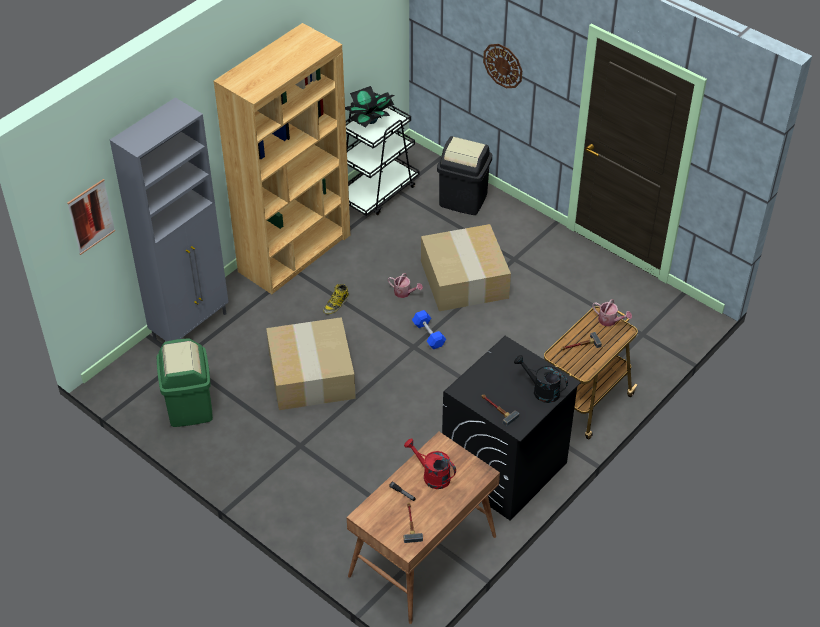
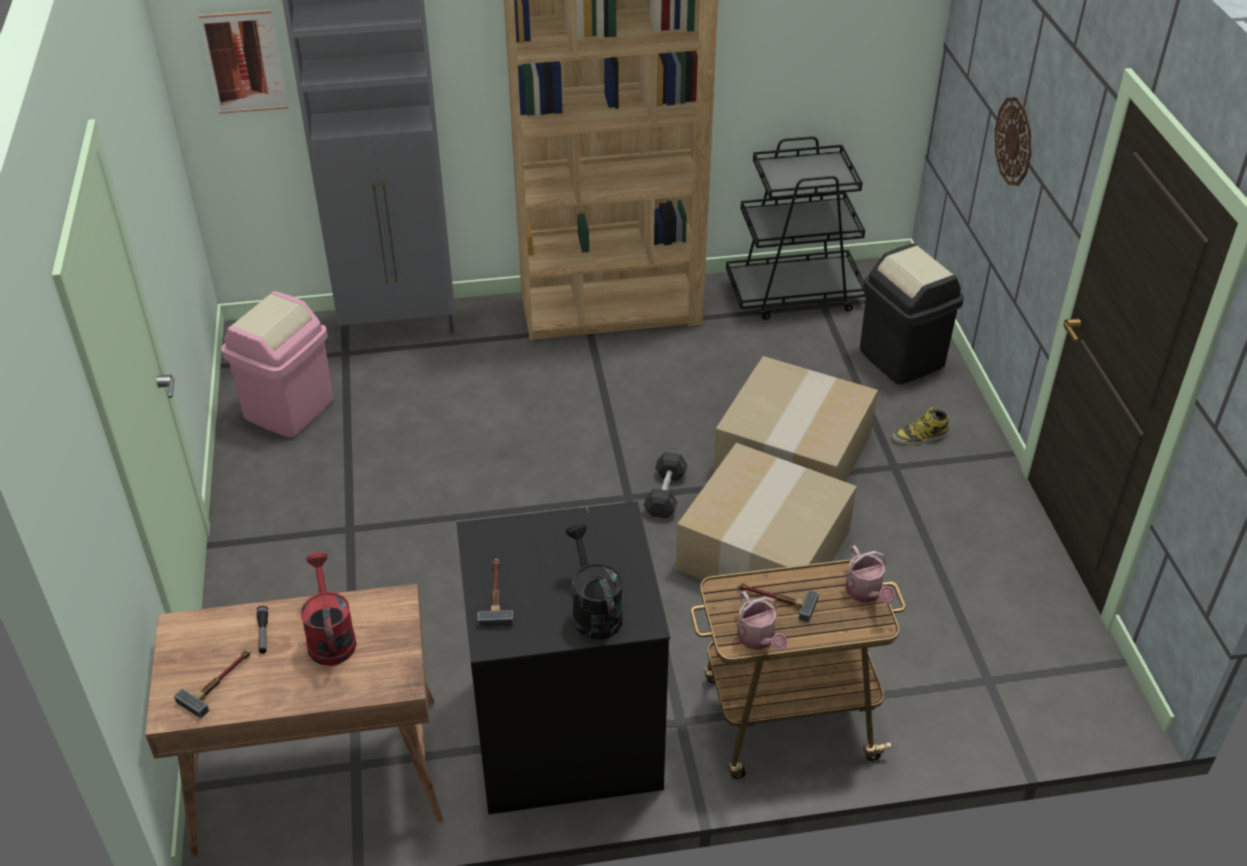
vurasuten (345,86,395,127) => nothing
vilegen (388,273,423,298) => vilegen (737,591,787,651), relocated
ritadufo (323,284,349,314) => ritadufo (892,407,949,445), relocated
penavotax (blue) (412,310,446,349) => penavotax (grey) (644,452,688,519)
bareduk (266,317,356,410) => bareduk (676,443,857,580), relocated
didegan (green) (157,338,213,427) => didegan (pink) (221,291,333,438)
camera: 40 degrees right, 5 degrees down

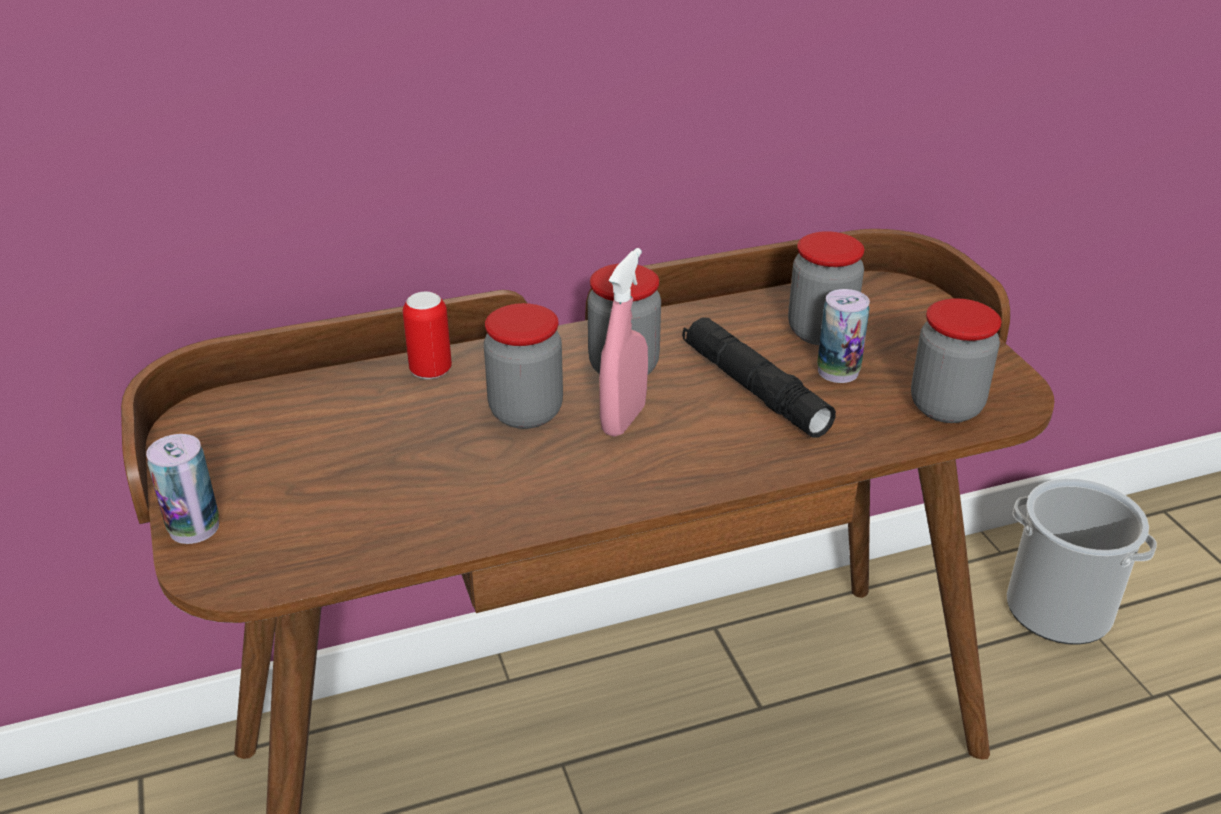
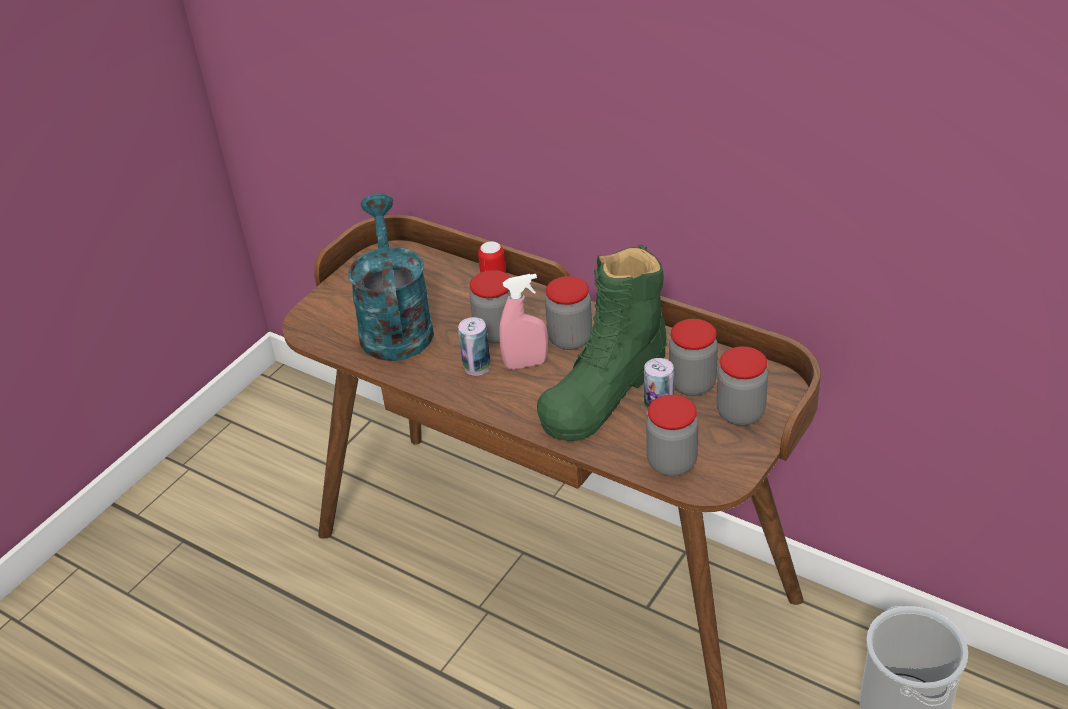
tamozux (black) (682,318,836,438) => ritadufo (green) (537,245,667,441)
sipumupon (146,434,219,544) => sipumupon (458,317,491,376), relocated
nothing => vilegen (turquoise) (348,193,434,361)
nothing => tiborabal (717,346,768,426)
camera: 55 degrees right, 5 degrees up

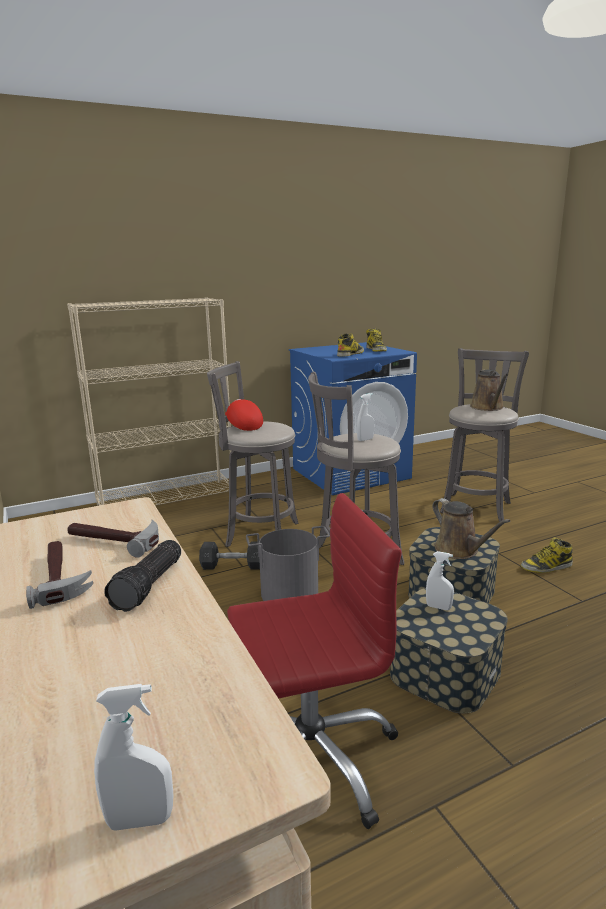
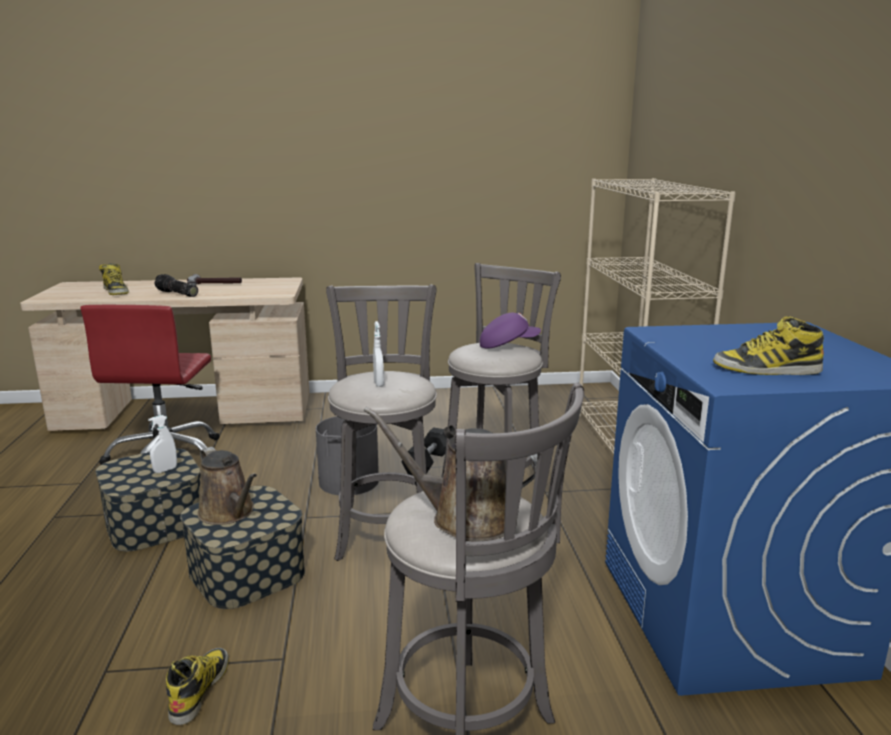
ritadufo (337,333,364,357) => ritadufo (99,263,129,295), relocated
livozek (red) (225,399,263,431) => livozek (purple) (480,313,541,349)
vilegen (brown) (432,498,510,559) => vilegen (brown) (197,447,257,525), 120 degrees counterclockwise
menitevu (67,520,159,558) => nothing
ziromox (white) (94,684,174,831) => nothing
camera: 110 degrees right, 0 degrees up

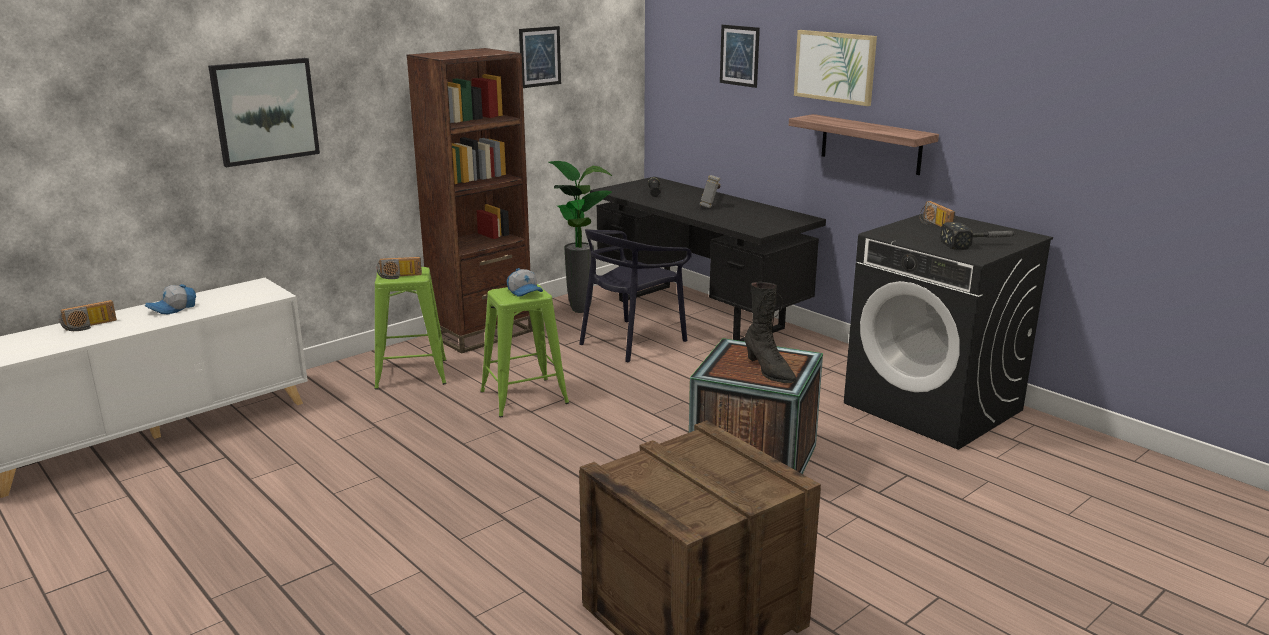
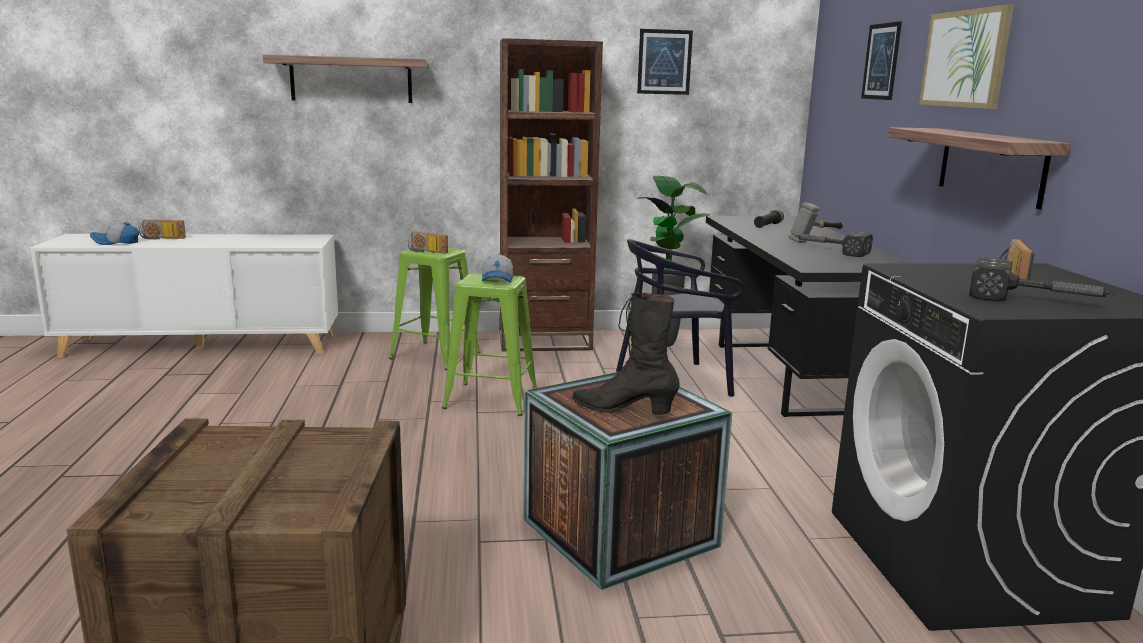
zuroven (208,58,320,167) => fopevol (263,55,427,103)
ritadufo (black) (745,282,796,384) => ritadufo (black) (572,293,680,415), 105 degrees clockwise
livozek (145,284,196,314) => livozek (90,221,139,245), relocated
nothing => menitevu (795,232,873,257)
camera: 35 degrees right, 5 degrees down

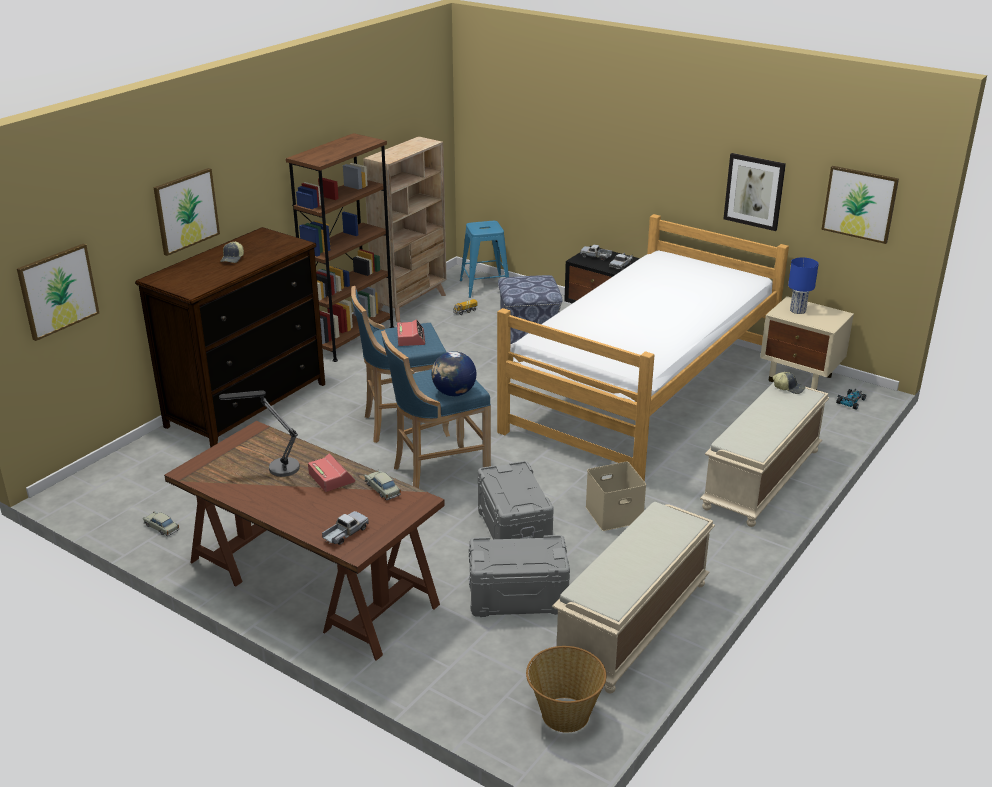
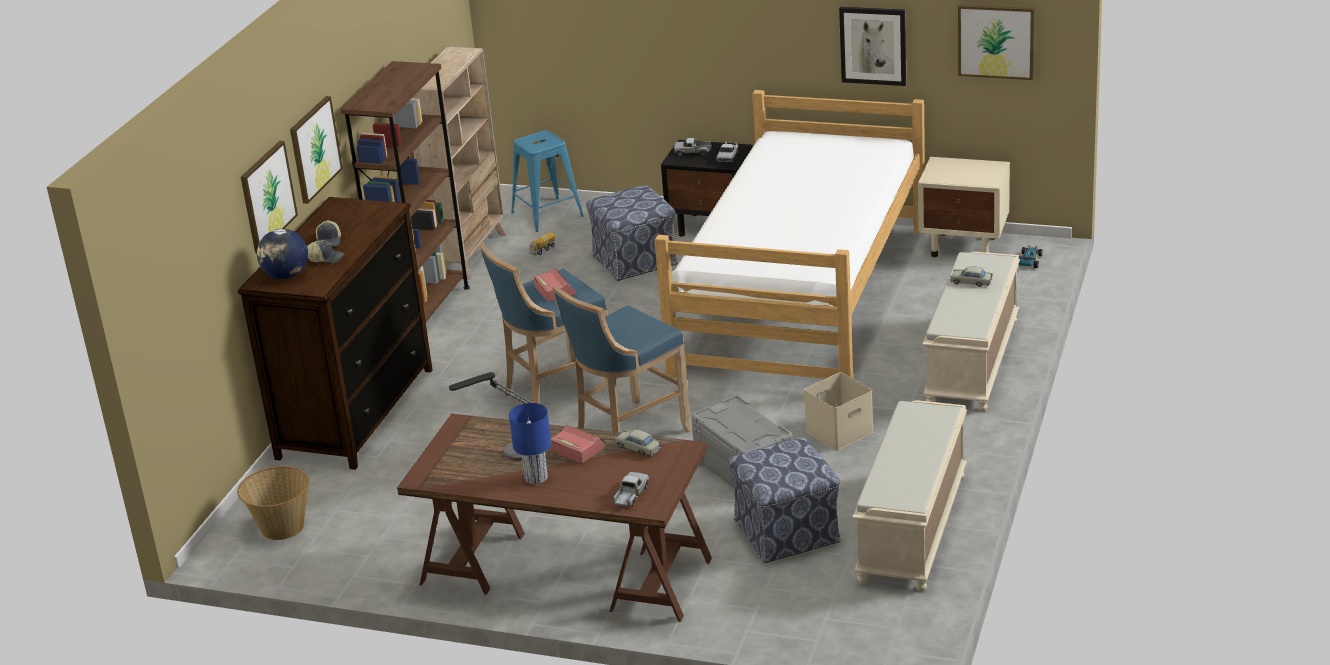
zuroven (17,244,99,341) => zuroven (290,96,343,204), relocated
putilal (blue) (788,257,819,314) => putilal (blue) (509,403,551,484), relocated
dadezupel (431,351,476,396) => dadezupel (257,229,308,279), relocated
livozek (773,372,805,394) => livozek (307,240,344,264), relocated
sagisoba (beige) (143,511,179,536) => sagisoba (beige) (950,266,993,287), relocated
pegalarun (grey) (469,535,570,617) => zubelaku (728,438,841,563)
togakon (526,646,606,733) => togakon (237,466,310,540), relocated
camera: 15 degrees left, 0 degrees up

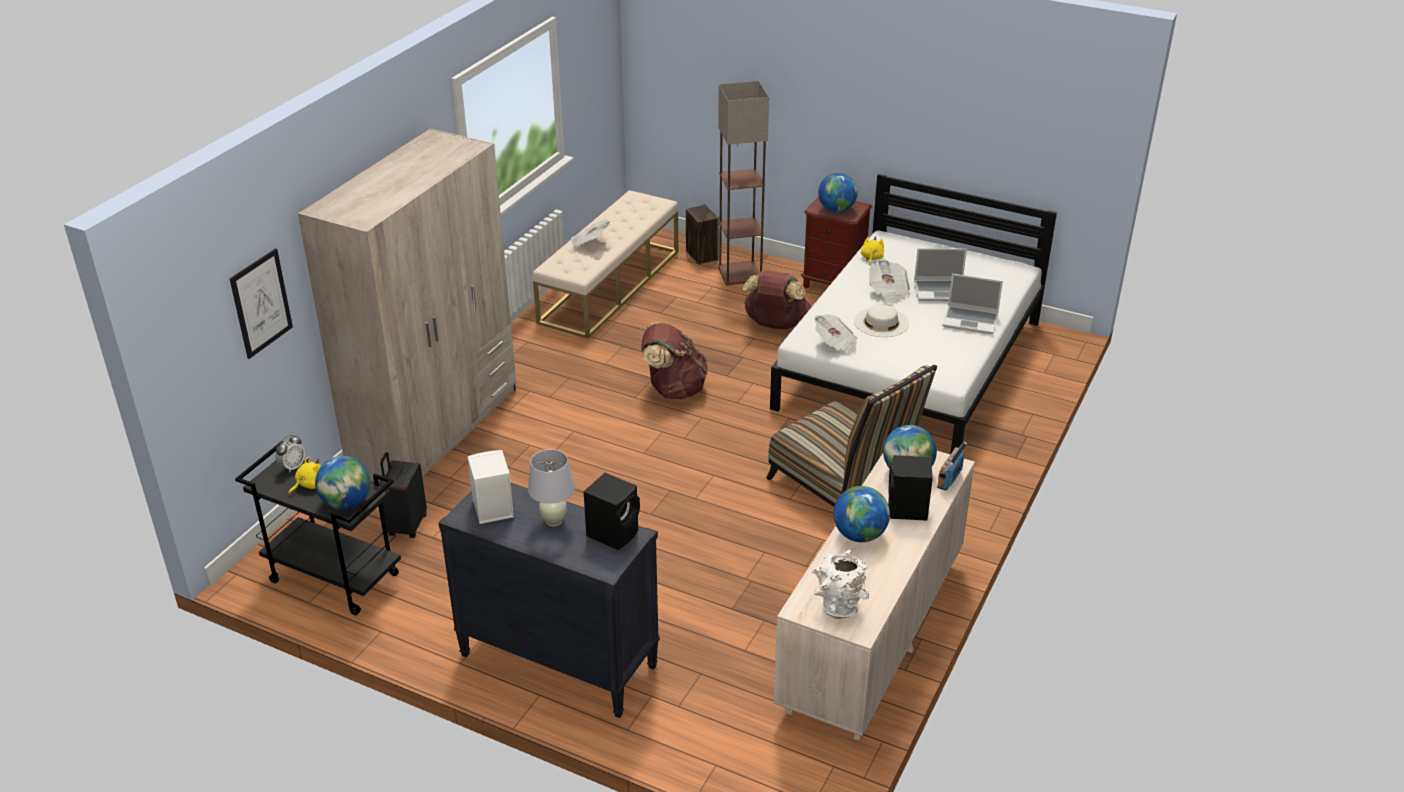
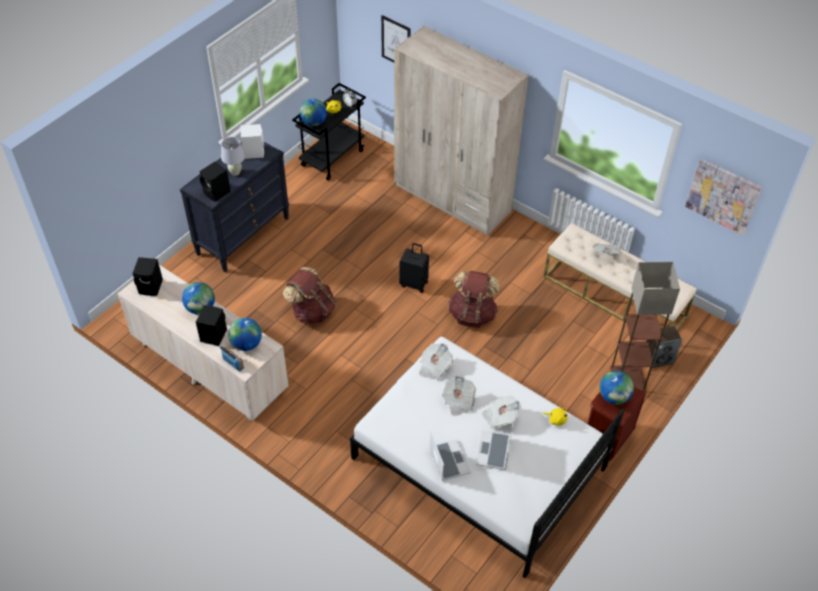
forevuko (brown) (743,270,811,330) => forevuko (brown) (283,267,336,325), relocated
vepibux (942,274,1003,334) => vepibux (429,431,471,481), 135 degrees clockwise
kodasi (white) (854,304,909,337) => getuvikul (442,375,476,416)
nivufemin (766,365,938,507) => nothing
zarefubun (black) (379,452,427,538) => zarefubun (black) (399,243,429,293), relocated
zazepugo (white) (812,549,869,619) => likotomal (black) (133,257,163,296)
nothing => zuroven (685,158,762,235)
camera: 100 degrees right, 15 degrees up

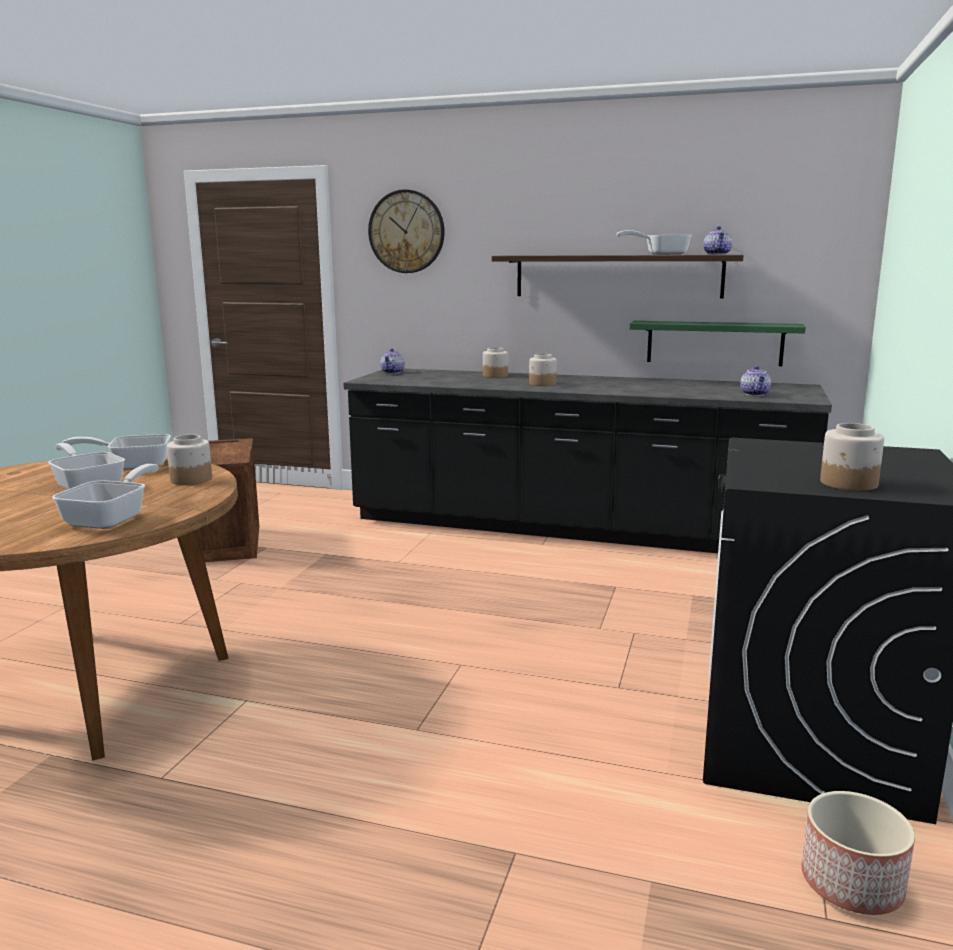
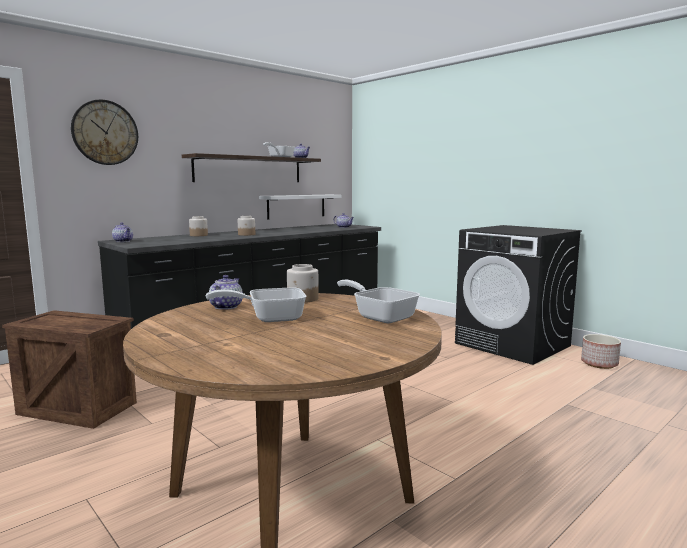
fopevol (green) (629,321,806,366) => fopevol (white) (259,195,342,219)
tiborabal (820,423,884,491) => nothing
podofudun (62,434,171,470) => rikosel (209,275,243,310)
camera: 60 degrees left, 5 degrees down

